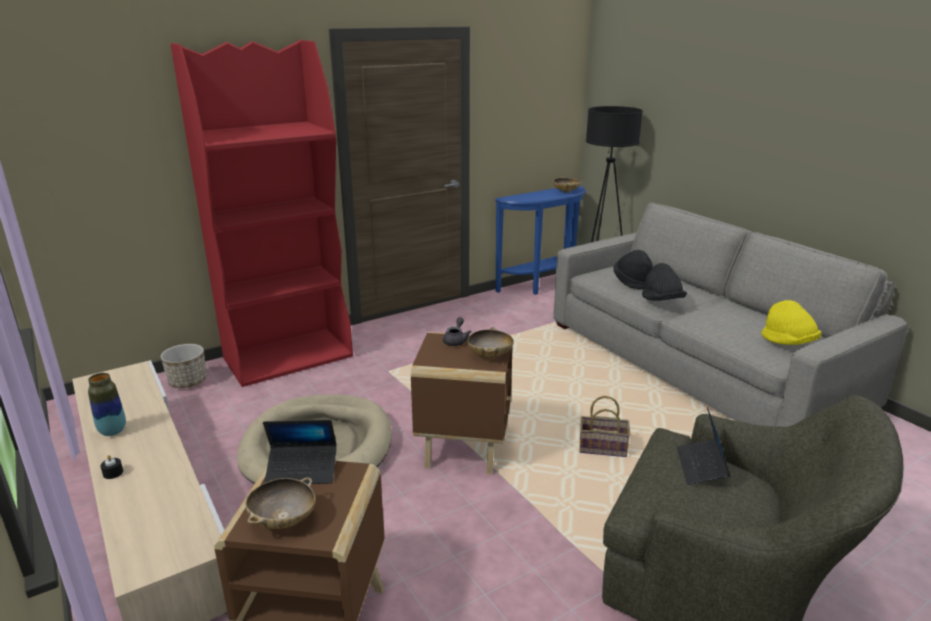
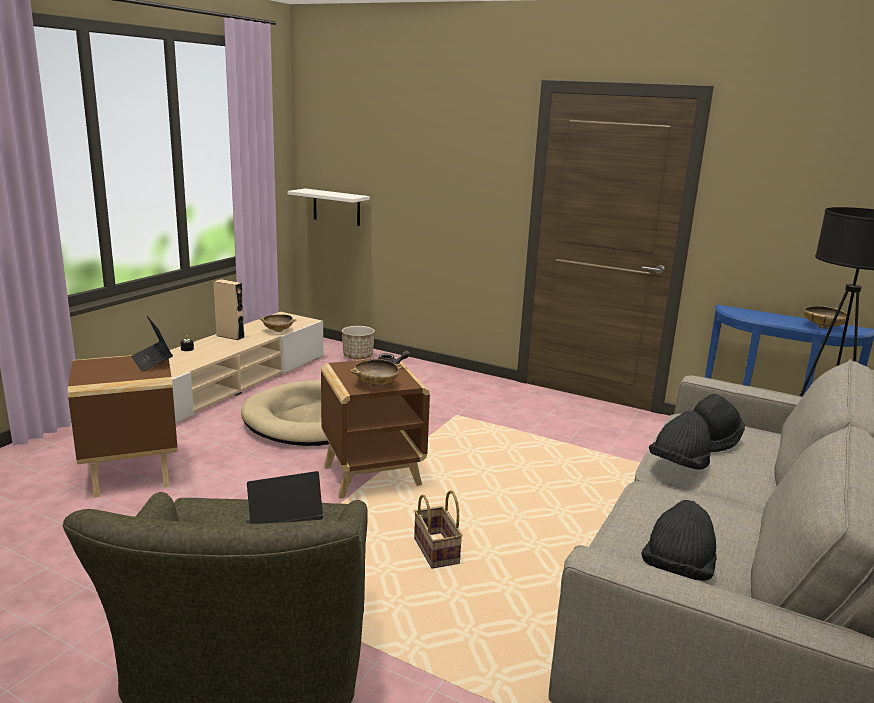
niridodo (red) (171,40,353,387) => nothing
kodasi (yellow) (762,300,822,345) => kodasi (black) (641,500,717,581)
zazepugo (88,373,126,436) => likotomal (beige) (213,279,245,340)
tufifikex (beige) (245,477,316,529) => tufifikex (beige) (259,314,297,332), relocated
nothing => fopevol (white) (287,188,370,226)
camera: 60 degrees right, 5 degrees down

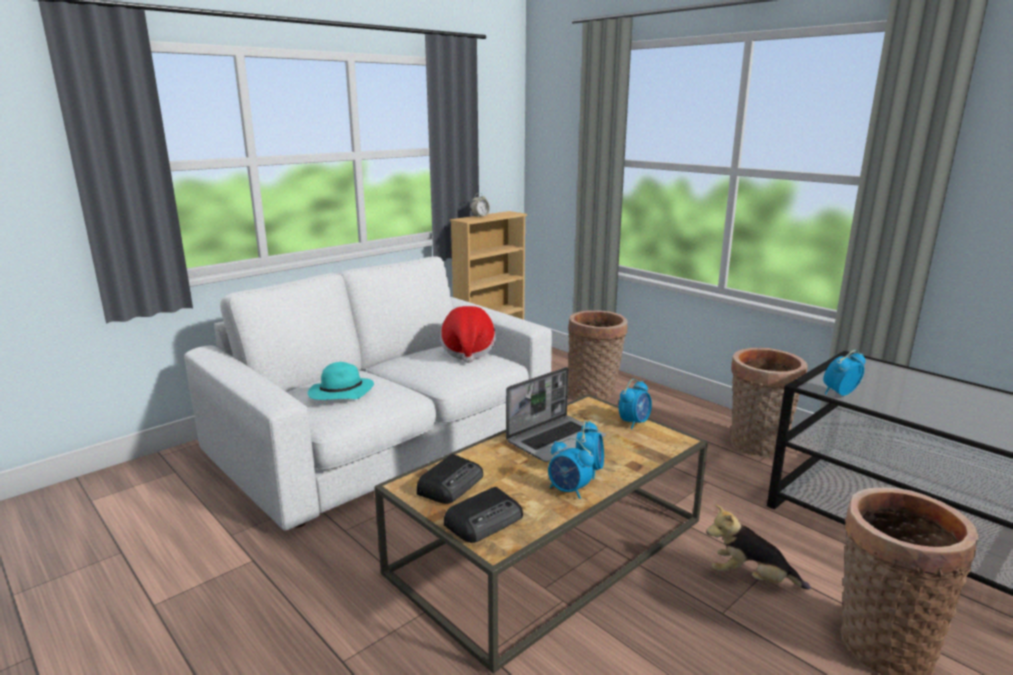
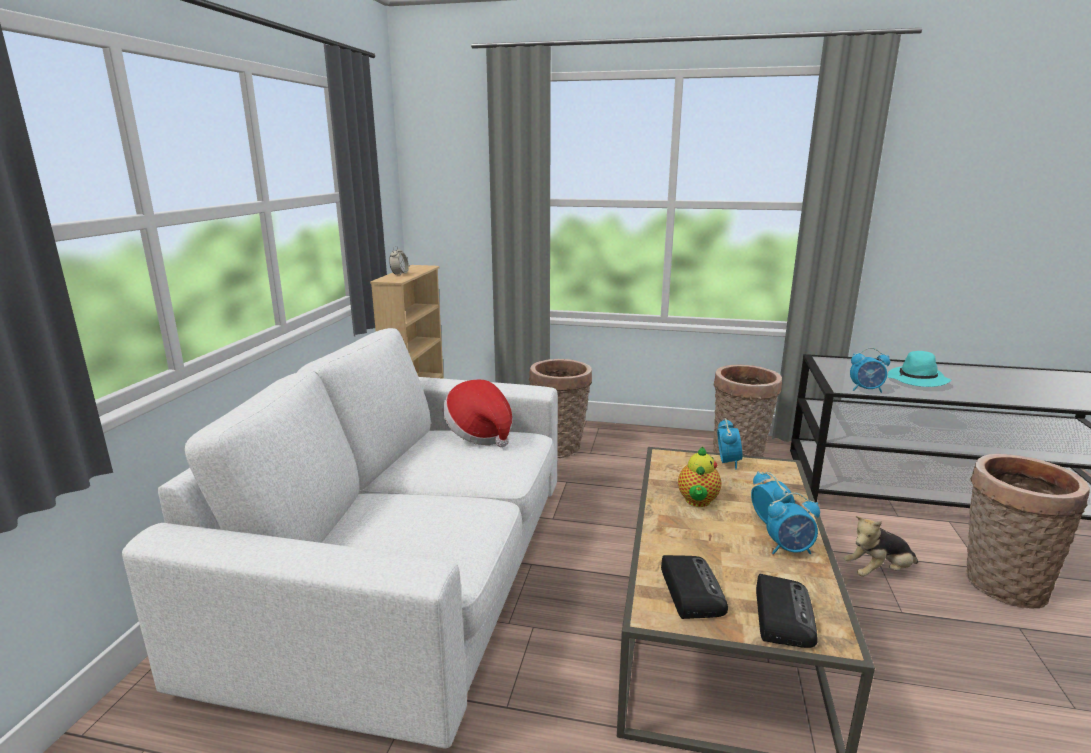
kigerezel (823,350,865,396) => kigerezel (850,348,890,393), 105 degrees counterclockwise
kodasi (turquoise) (308,362,374,400) => kodasi (turquoise) (888,351,952,387), relocated
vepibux (506,367,606,462) => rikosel (678,446,721,507)
camera: 35 degrees left, 0 degrees up

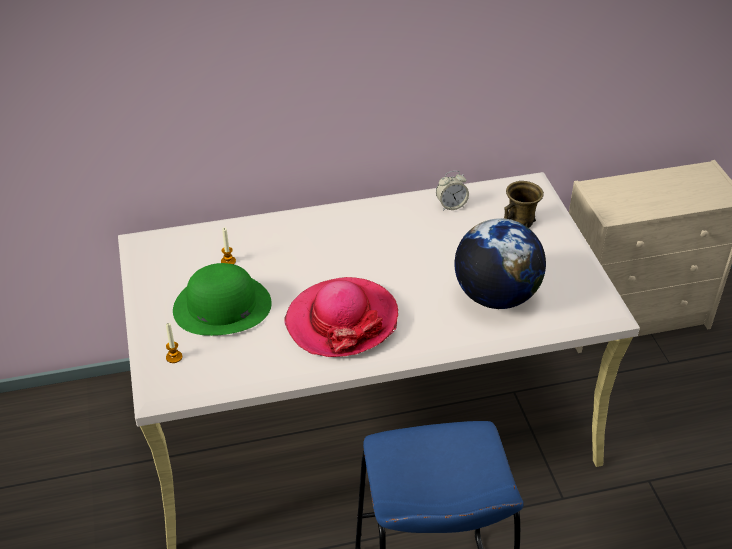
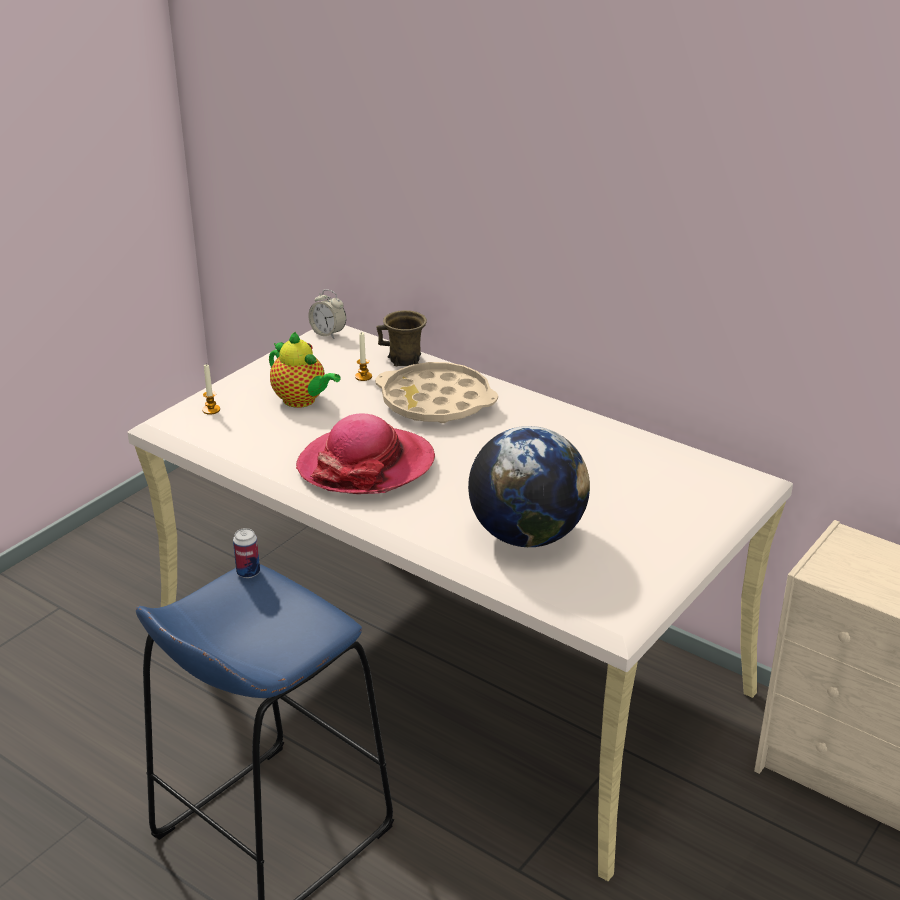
kigerezel (436,171,469,211) => kigerezel (308,289,346,339), relocated
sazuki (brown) (504,181,544,228) => sazuki (brown) (376,310,427,366), relocated
kodasi (green) (173,263,272,336) => rikosel (269,332,341,408)
nothing => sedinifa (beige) (375,362,498,423)
nothing => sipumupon (233,528,260,578)
camera: 50 degrees right, 10 degrees down

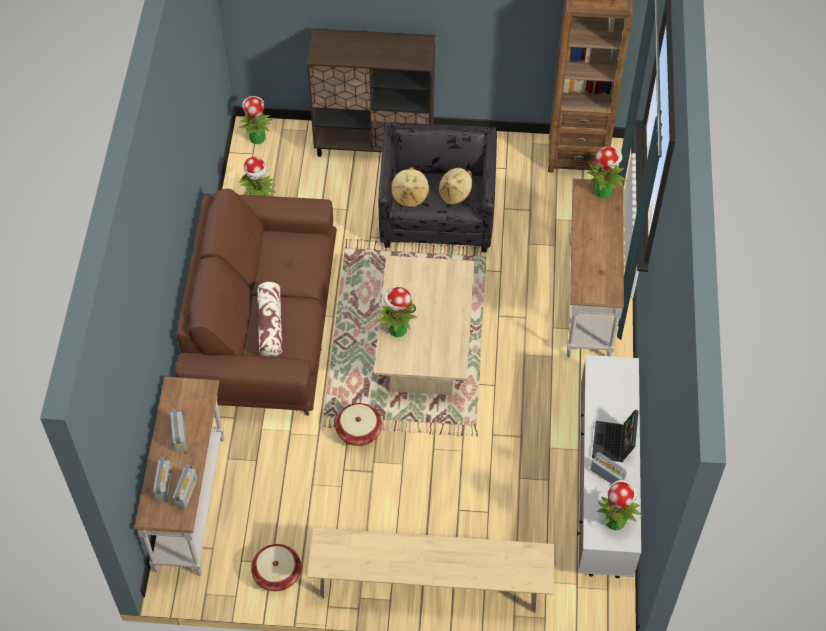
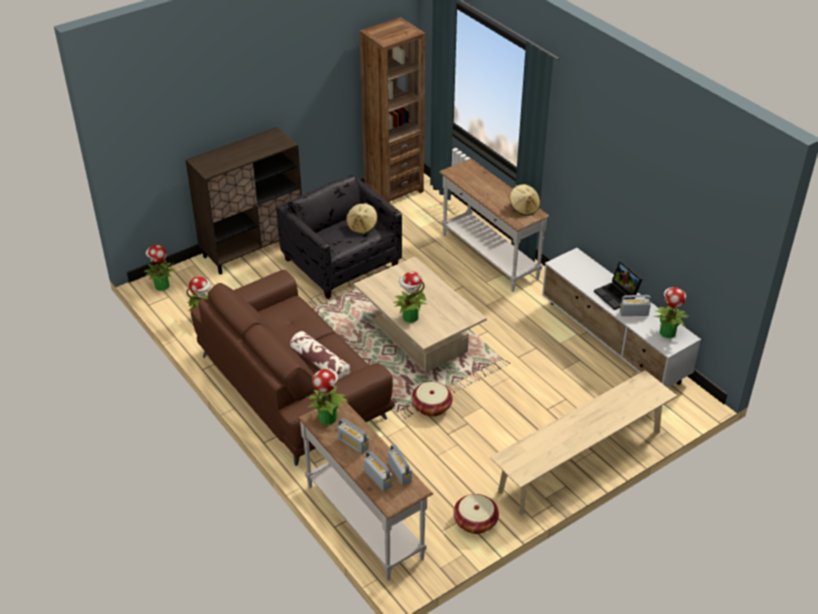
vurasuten (586,146,626,198) => vurasuten (306,369,349,425), relocated
kodasi (beige) (392,167,429,208) => kodasi (beige) (510,184,540,216), relocated
camera: 40 degrees left, 15 degrees down

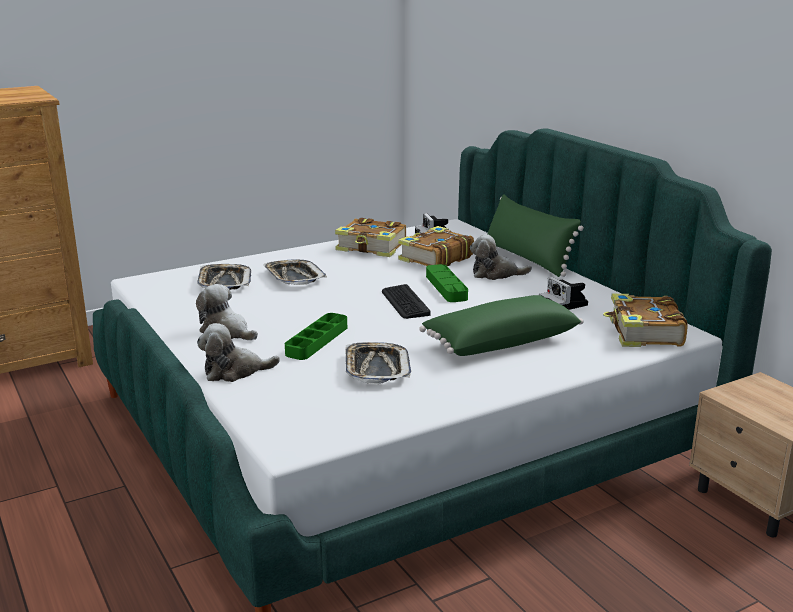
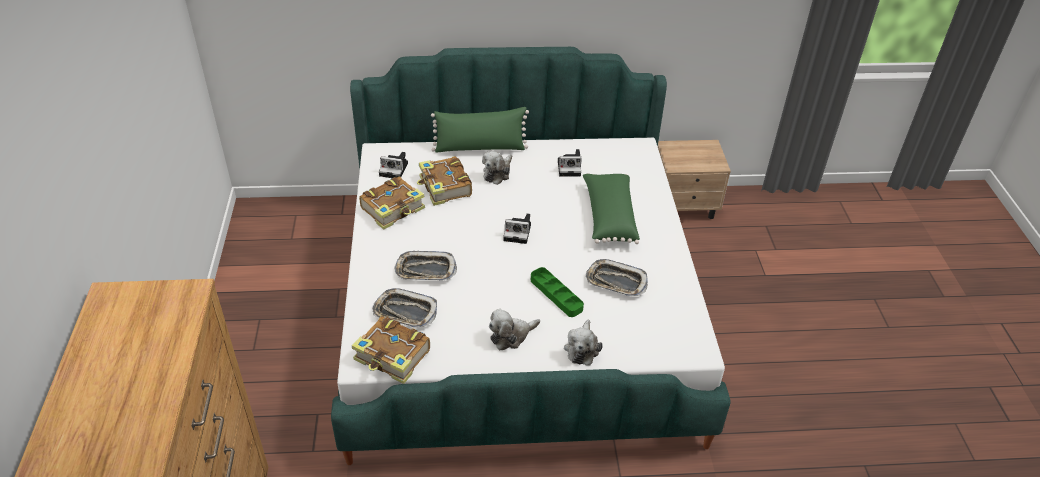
sedinifa (green) (426,264,468,302) => nothing
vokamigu (382,284,430,319) => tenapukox (503,213,531,244)
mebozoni (603,294,688,347) => mebozoni (352,316,430,384), relocated
camera: 65 degrees left, 20 degrees up

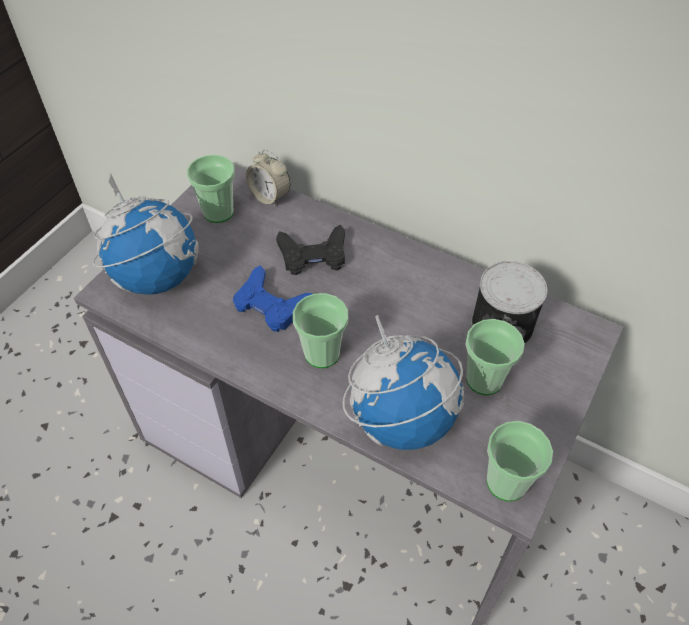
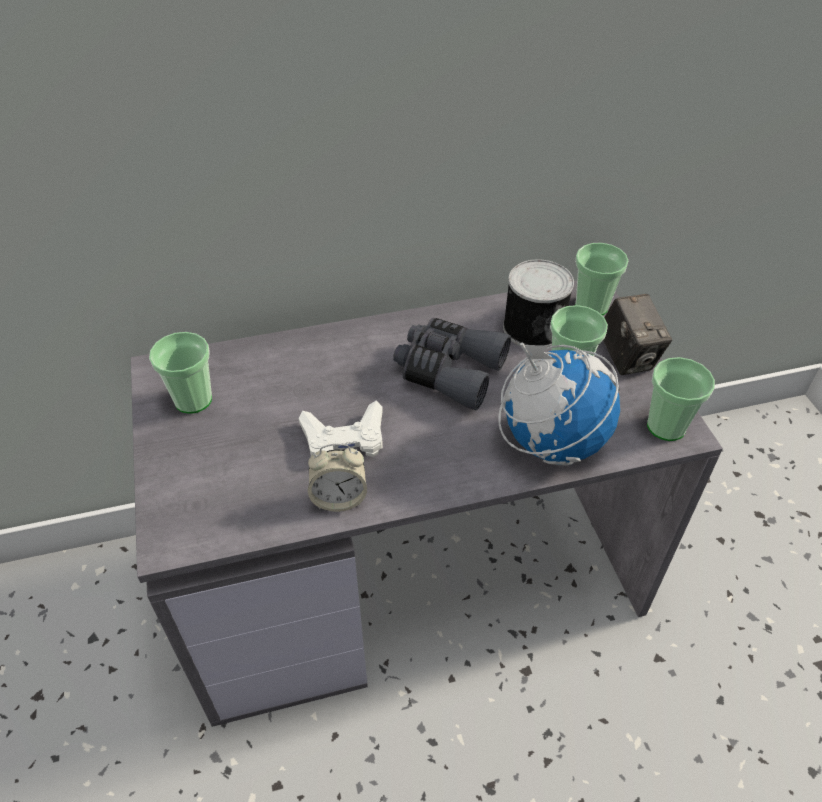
kigerezel (246,149,290,207) => kigerezel (308,444,367,512), relocated
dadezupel (92,173,199,295) => nothing
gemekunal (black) (276,225,345,275) => nothing
gemekunal (blue) (233,265,313,332) => gemekunal (white) (299,400,383,457)
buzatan (293,293,348,368) => buzatan (575,243,628,316), relocated
nothing => tenapukox (603,294,673,375)
nothing => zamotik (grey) (393,318,511,411)
camera: 45 degrees left, 5 degrees down

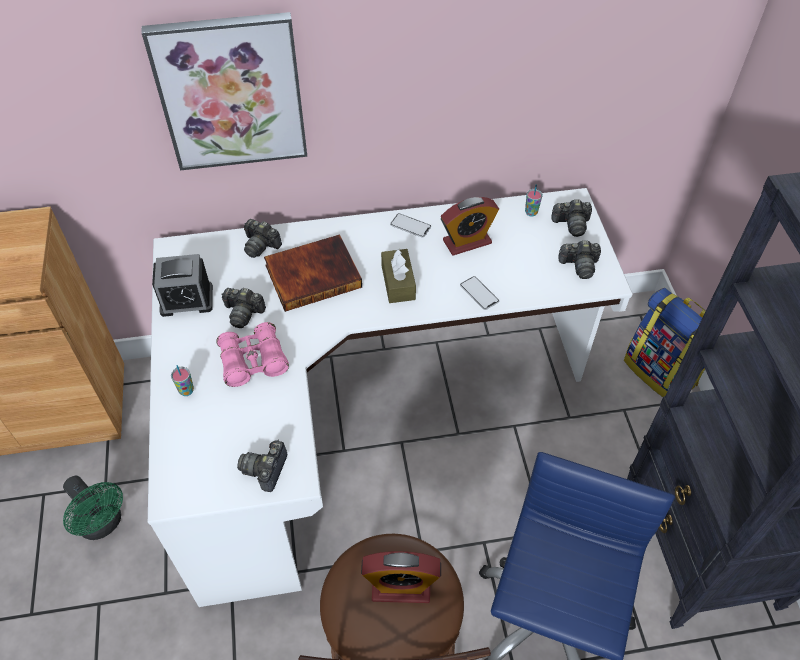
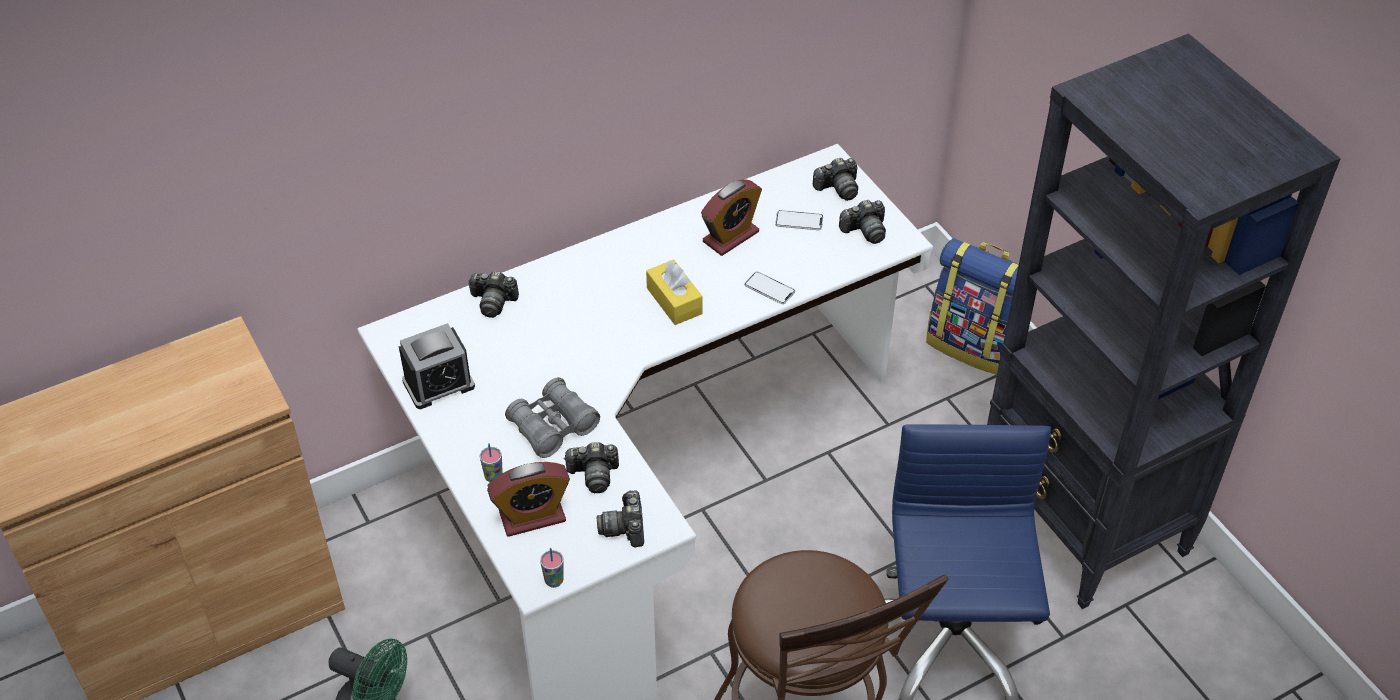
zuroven (141,12,307,171) => nothing
buzatan (525,184,543,217) => buzatan (540,548,564,588), relocated
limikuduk (390,213,431,238) => limikuduk (775,210,823,230), relocated
mebozoni (264,234,362,312) => nothing
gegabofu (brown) (381,249,416,303) => gegabofu (yellow) (646,260,703,325)
tenapukox (221,288,266,328) => tenapukox (563,442,619,493), relocated
zamotik (pink) (216,322,289,387) => zamotik (grey) (505,377,600,458)
kigerezel (361,551,441,603) => kigerezel (487,462,570,537), relocated
camera: 20 degrees left, 5 degrees down

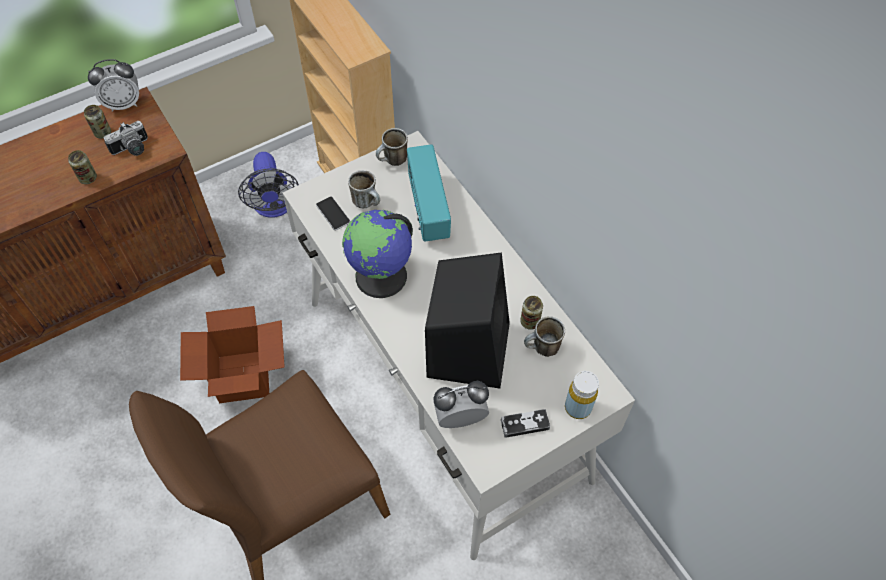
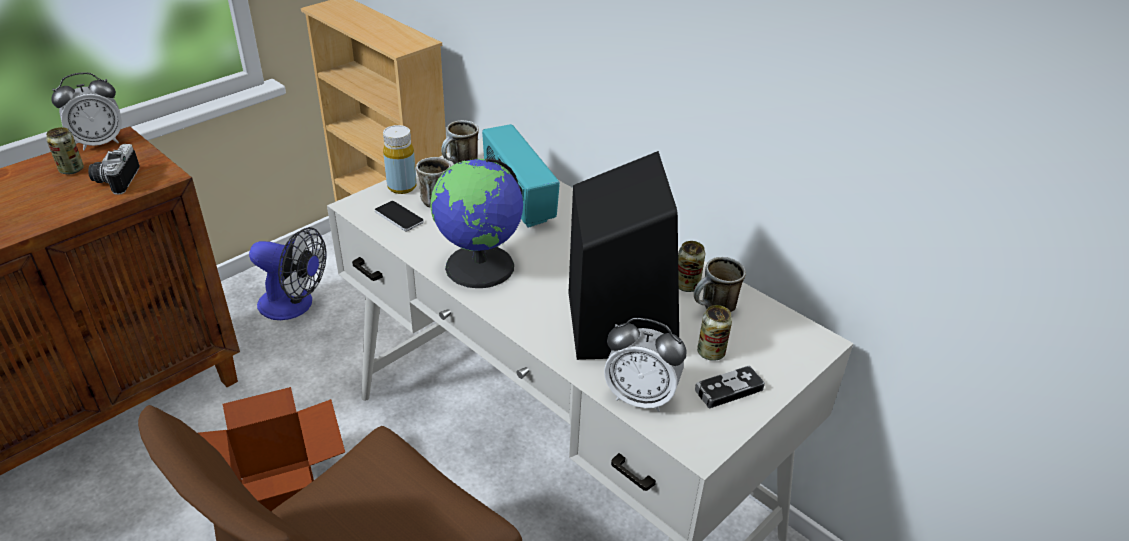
tenapukox (103,121,148,156) => tenapukox (88,144,140,195), 135 degrees clockwise
sipumupon (68,150,97,184) => sipumupon (697,305,732,361), relocated
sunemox (238,152,299,218) => sunemox (249,227,327,320), 45 degrees counterclockwise
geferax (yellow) (565,371,599,419) => geferax (yellow) (383,125,417,194), relocated
kigerezel (433,381,489,428) => kigerezel (604,318,687,412), 135 degrees counterclockwise
camera: 15 degrees left, 20 degrees down

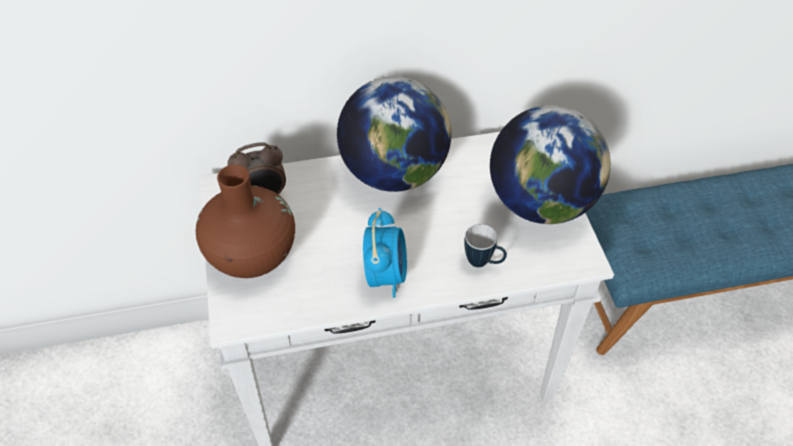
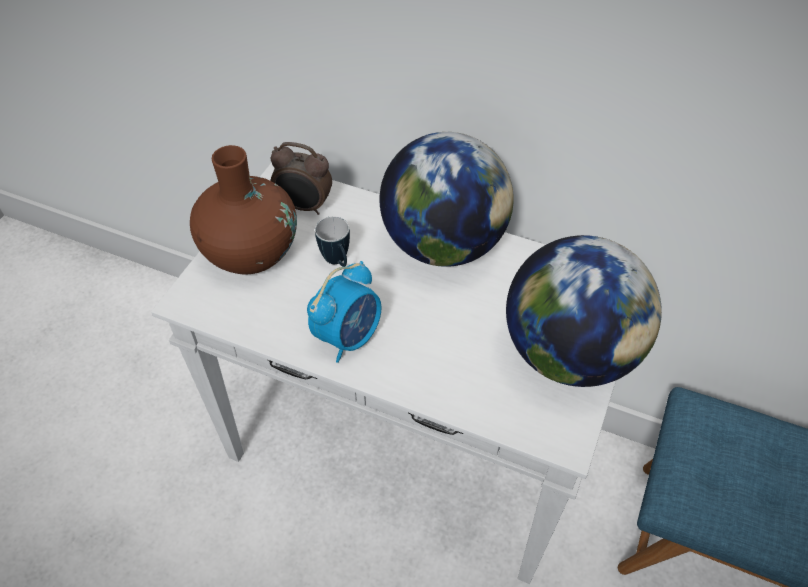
sazuki (464,224,507,267) => sazuki (315,216,350,267), relocated
camera: 35 degrees right, 0 degrees up

